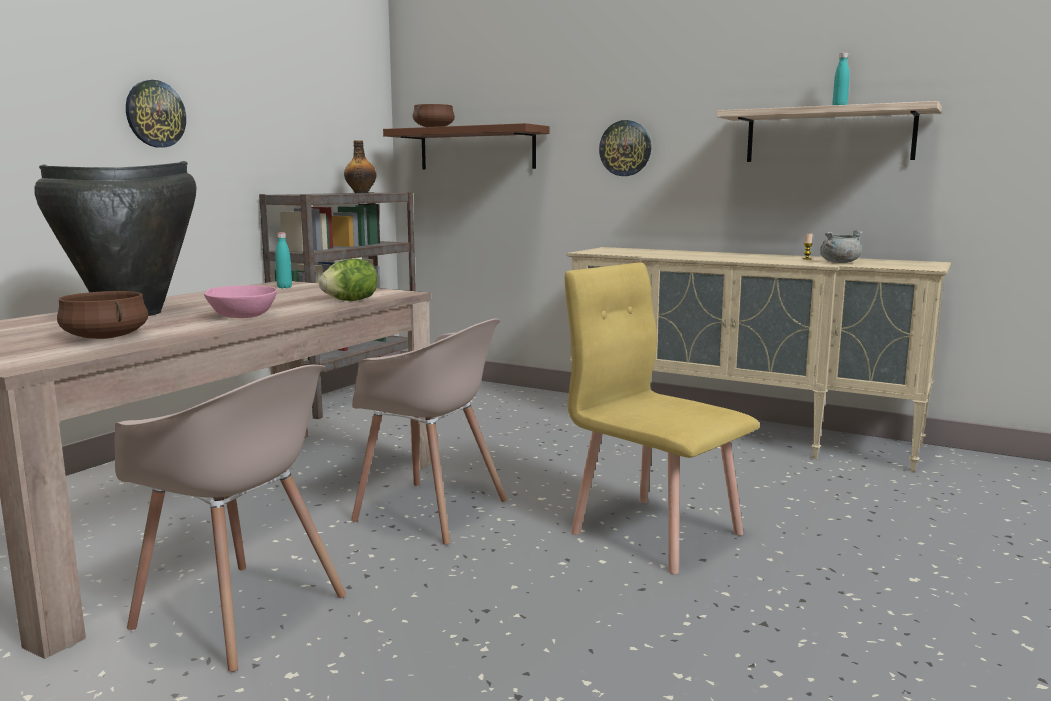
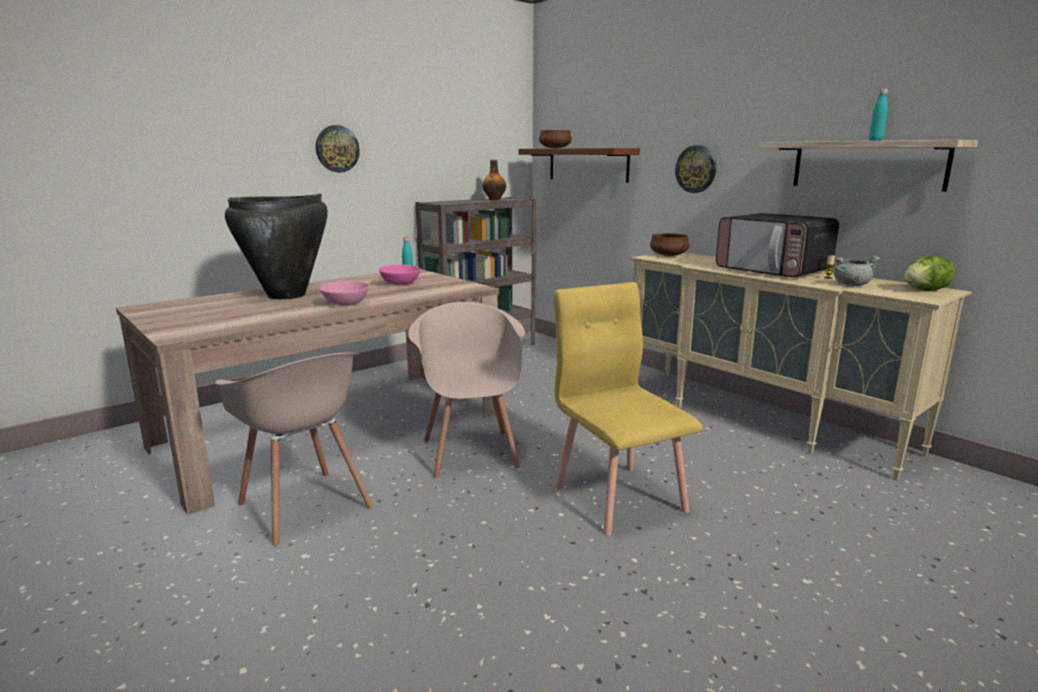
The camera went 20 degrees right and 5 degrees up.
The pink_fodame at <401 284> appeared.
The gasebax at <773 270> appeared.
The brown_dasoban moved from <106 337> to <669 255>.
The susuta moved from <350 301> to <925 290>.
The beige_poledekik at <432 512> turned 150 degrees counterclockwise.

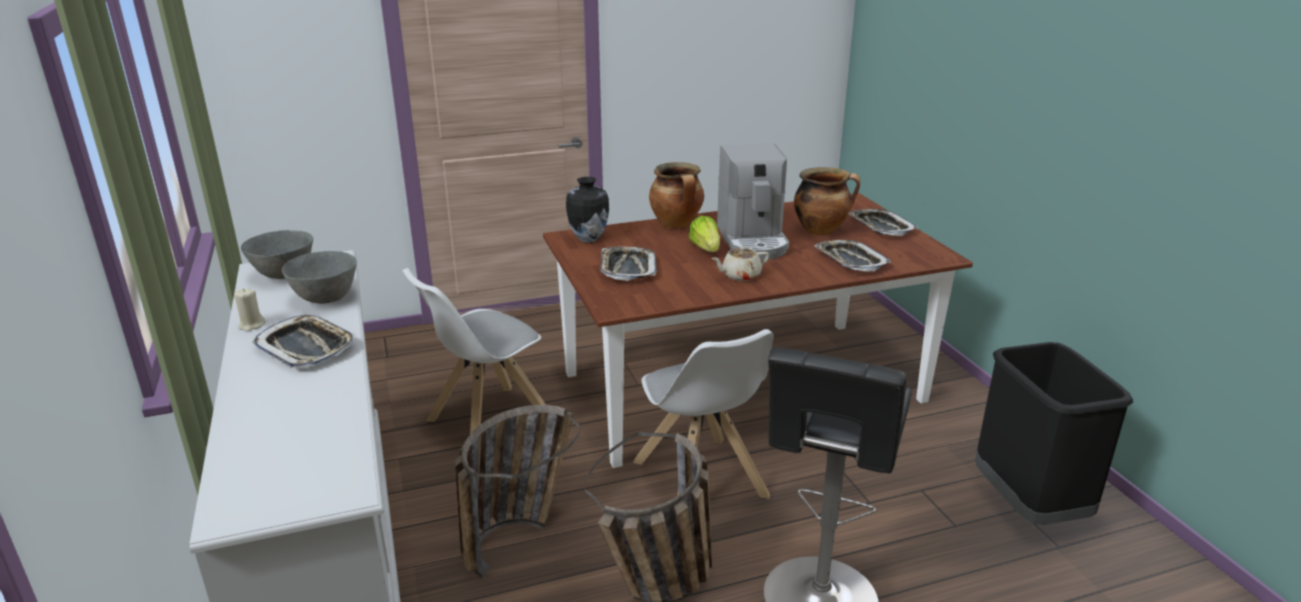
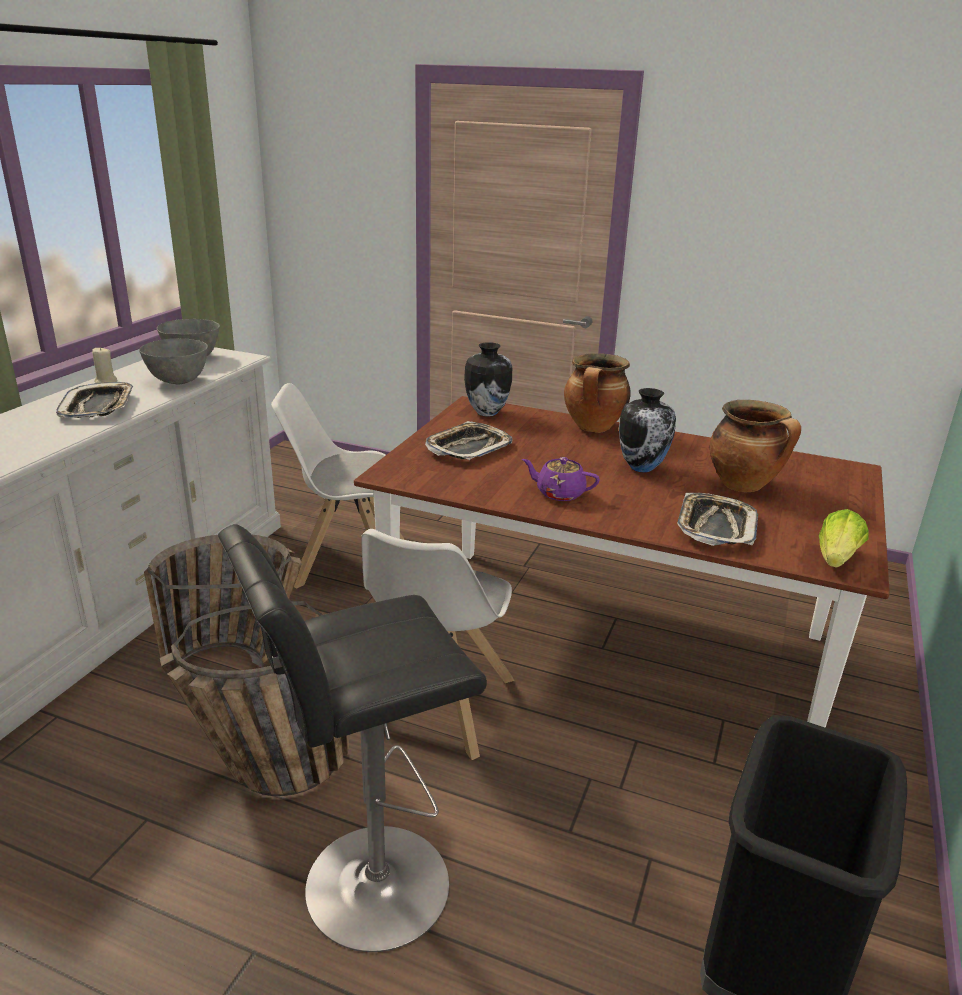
The camera went 40 degrees right and 0 degrees up.
The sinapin at <880 227> disappeared.
The susuta moved from <706 249> to <836 559>.
The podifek at <753 240> was replaced by the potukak at <642 467>.
The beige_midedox at <740 276> became the purple_midedox at <559 493>.

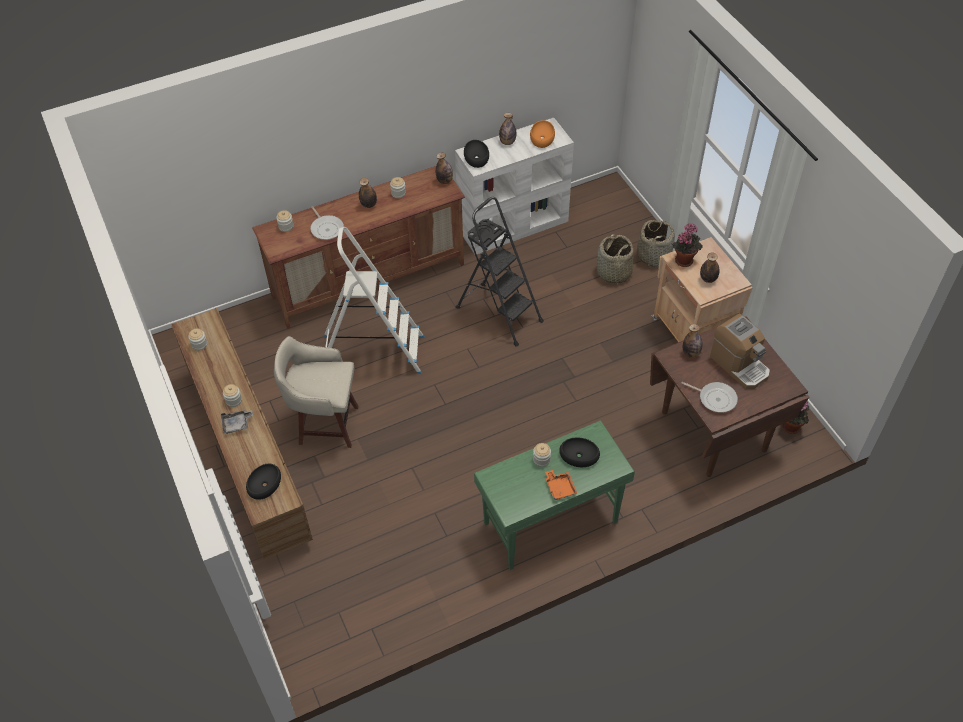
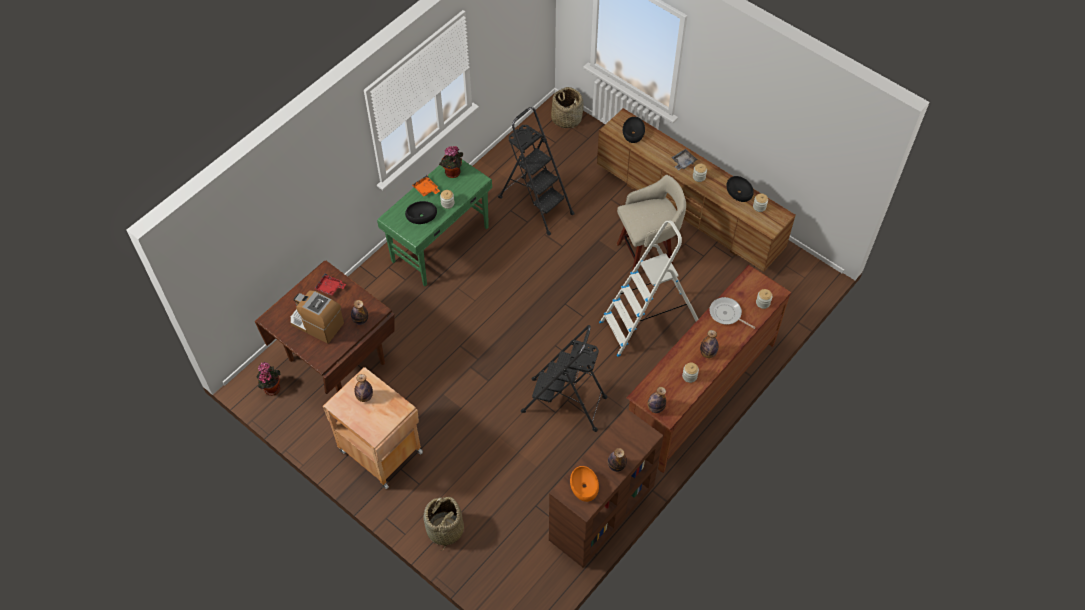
The camera went 155 degrees right and 5 degrees up.
The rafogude at <535 204> appeared.
The black_fodame moved from <477 157> to <738 192>.
The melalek moved from <613 272> to <566 118>.
The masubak moved from <684 259> to <452 173>.
The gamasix at <715 398> was replaced by the red_sinapin at <330 288>.
The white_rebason at <512 224> became the brown_rebason at <602 513>.

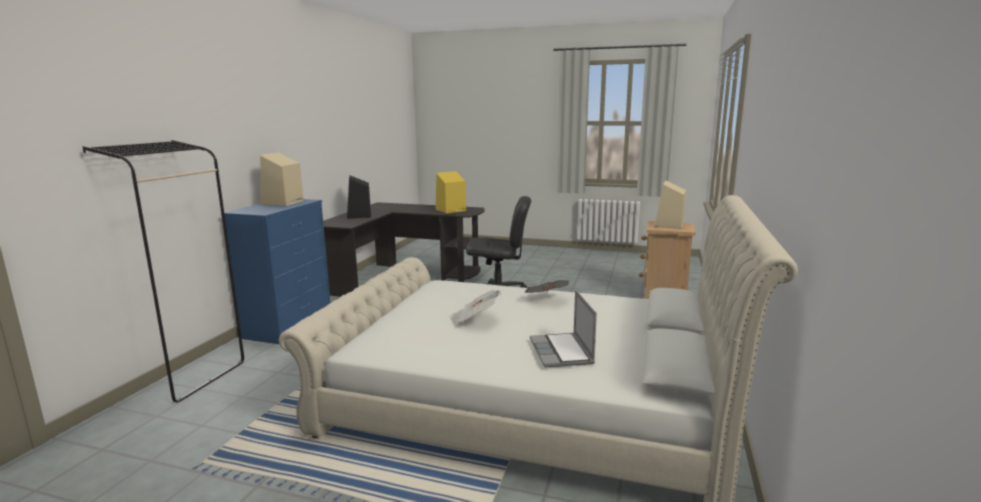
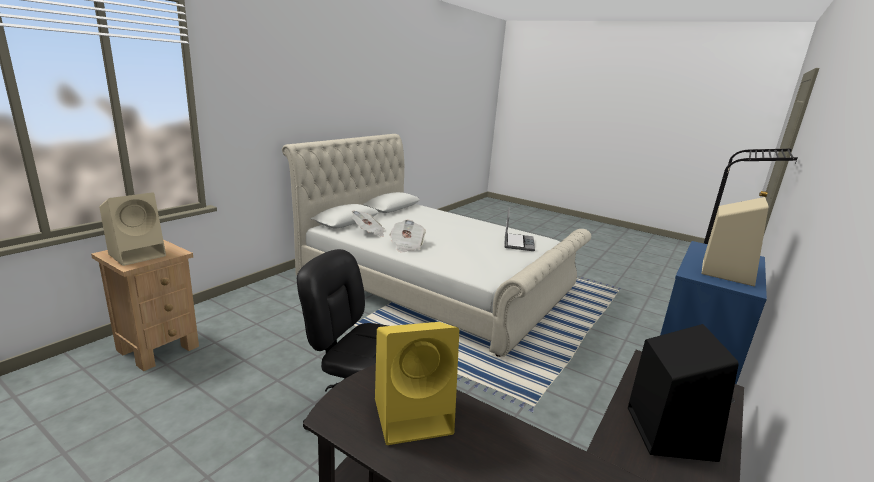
The camera went 165 degrees left and 5 degrees up.
The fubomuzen moved from <474 319> to <369 232>.
The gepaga moved from <562 352> to <518 243>.

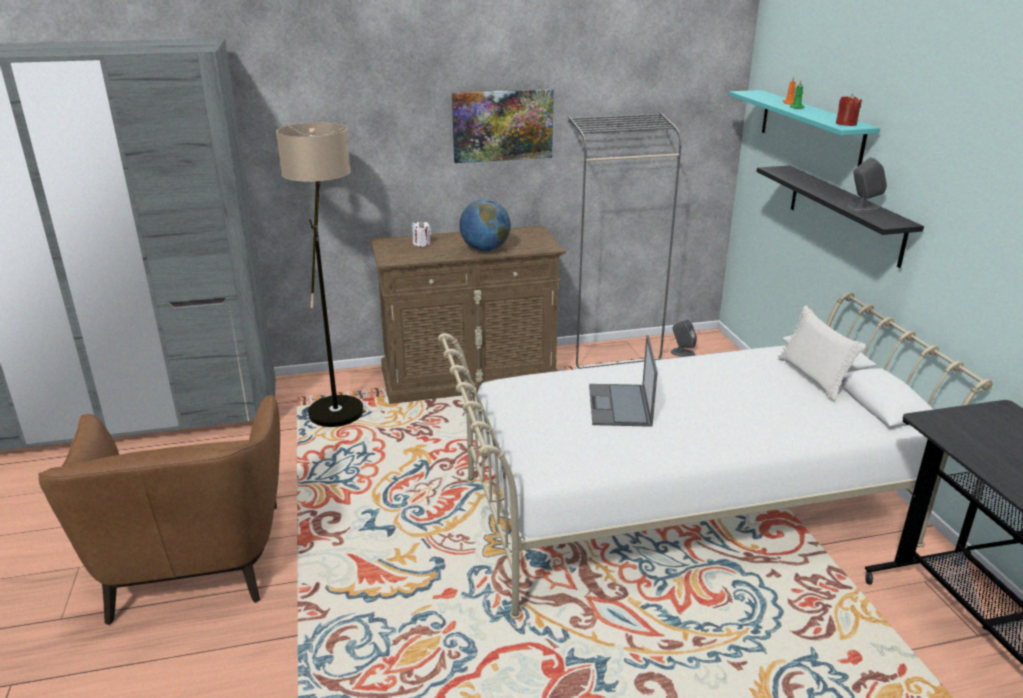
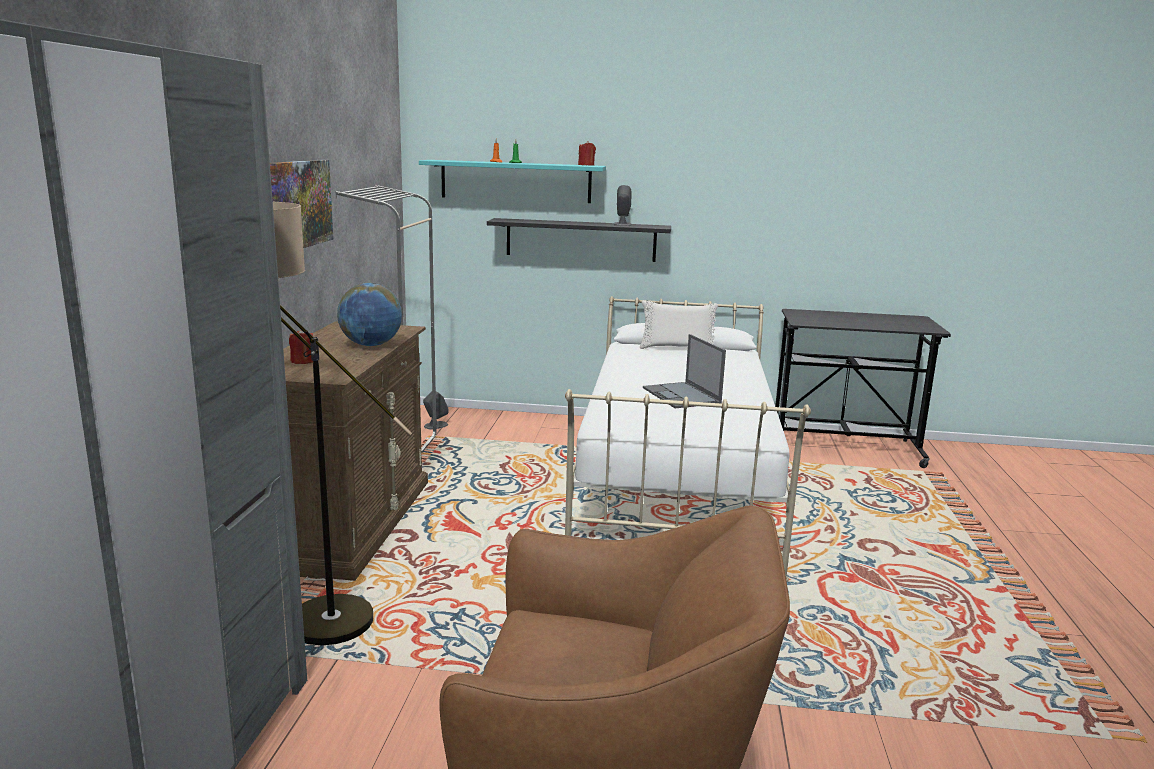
The camera went 70 degrees left and 10 degrees down.
The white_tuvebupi at <421 244> became the red_tuvebupi at <302 361>.
The gepaga at <620 406> turned 45 degrees clockwise.

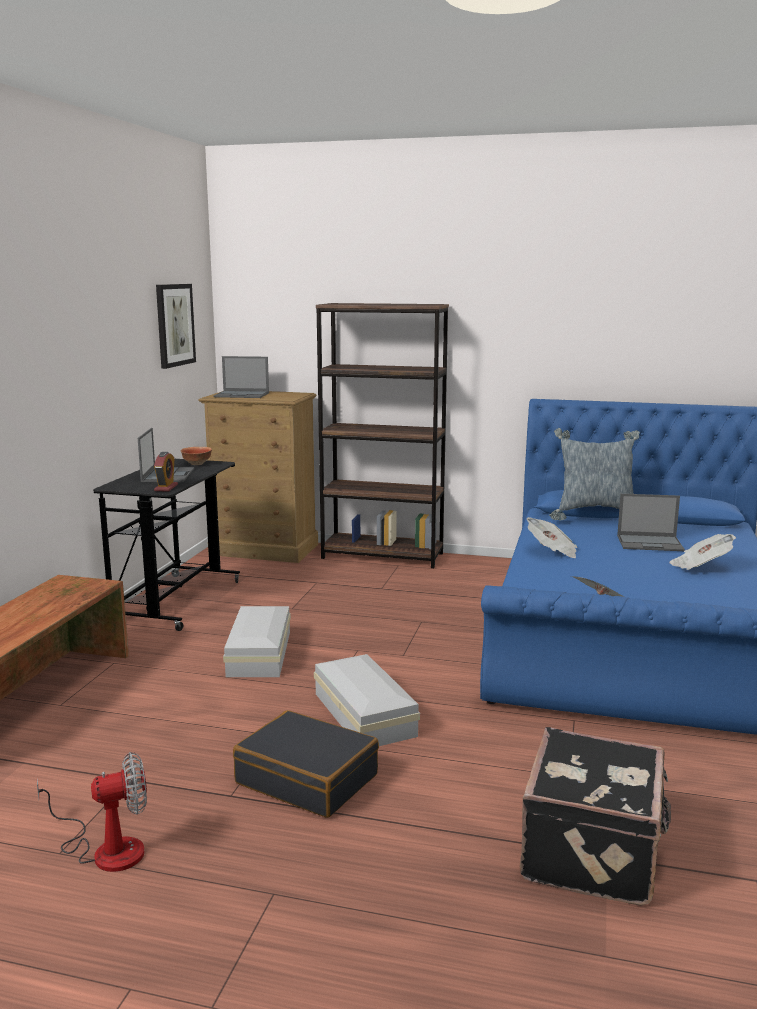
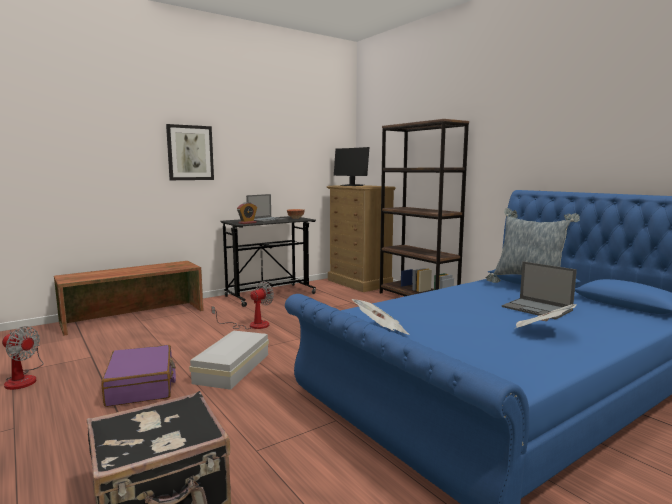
The camera went 40 degrees right and 5 degrees down.
The fubomuzen at <552 551> disappeared.
The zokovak moved from <174 325> to <190 153>.
The gepaga at <242 395> was replaced by the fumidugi at <352 185>.
The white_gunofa at <258 654> was replaced by the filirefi at <251 325>.
The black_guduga at <307 779> became the purple_guduga at <141 386>.

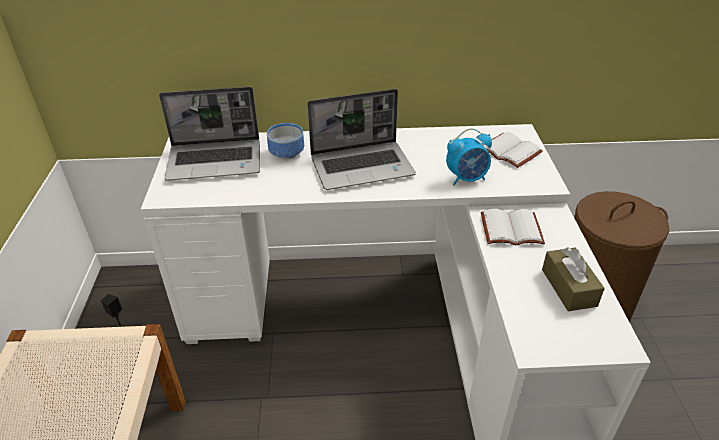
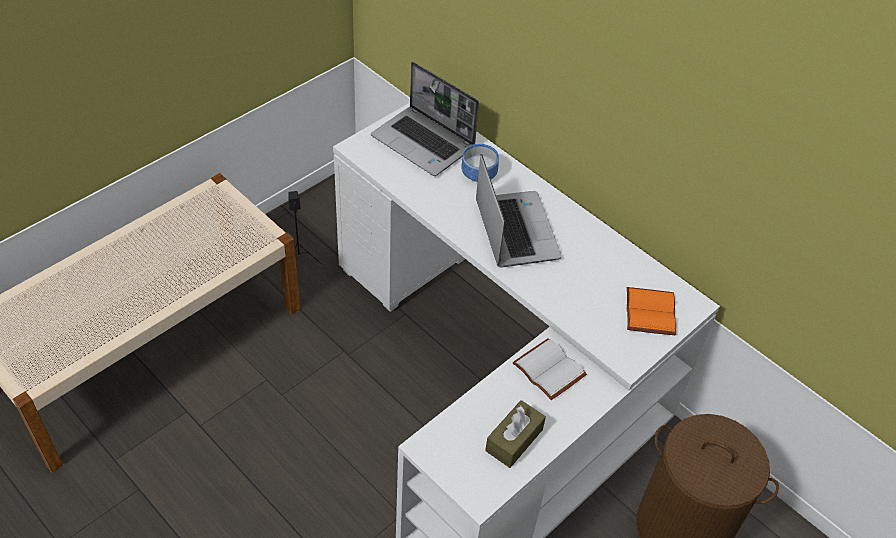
The camera went 45 degrees right and 10 degrees up.
The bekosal at <467 179> disappeared.
The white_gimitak at <508 151> became the orange_gimitak at <648 311>.
The gepaga at <363 166> turned 135 degrees counterclockwise.

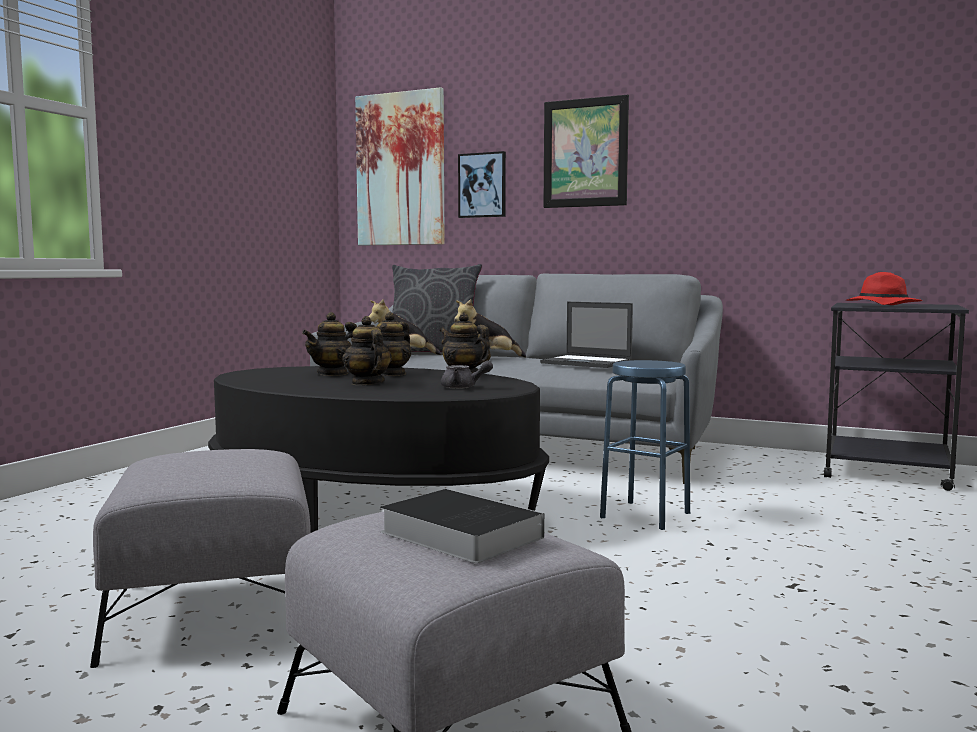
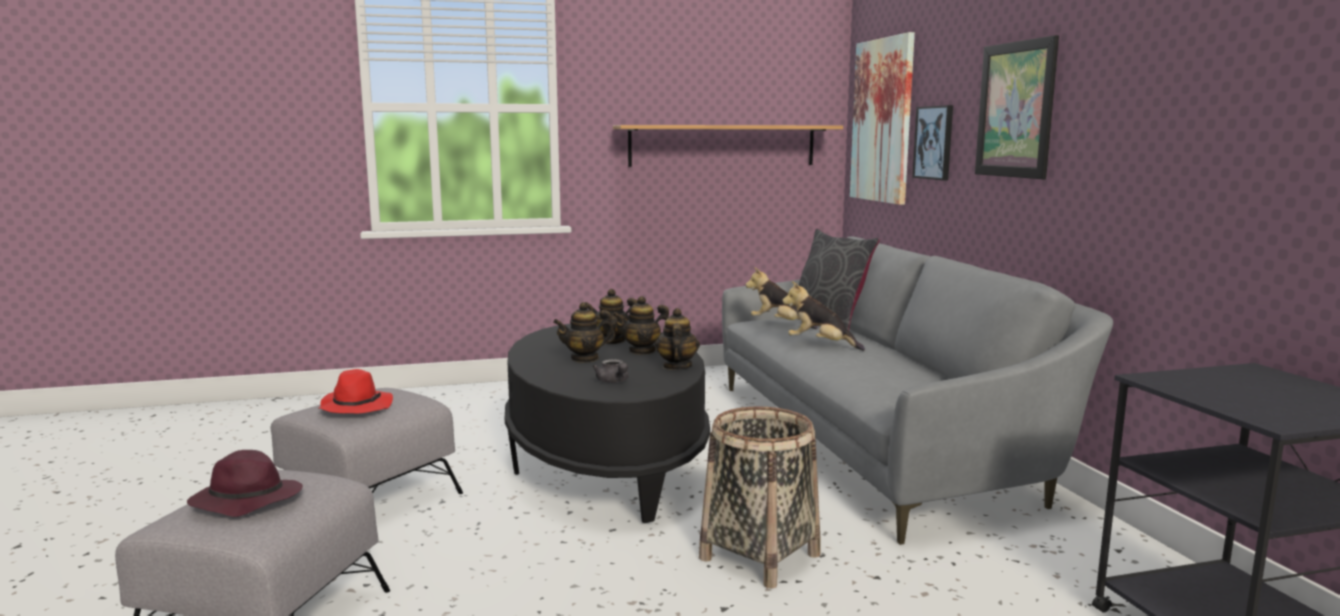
The camera went 50 degrees right and 5 degrees up.
The gepaga at <587 362> disappeared.
The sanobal at <722 145> appeared.
The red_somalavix moved from <881 306> to <355 407>.
The gimitak at <456 534> was replaced by the purple_somalavix at <245 501>.
The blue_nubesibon at <645 515> was replaced by the melalek at <759 556>.
The midedox at <367 383> turned 135 degrees counterclockwise.

